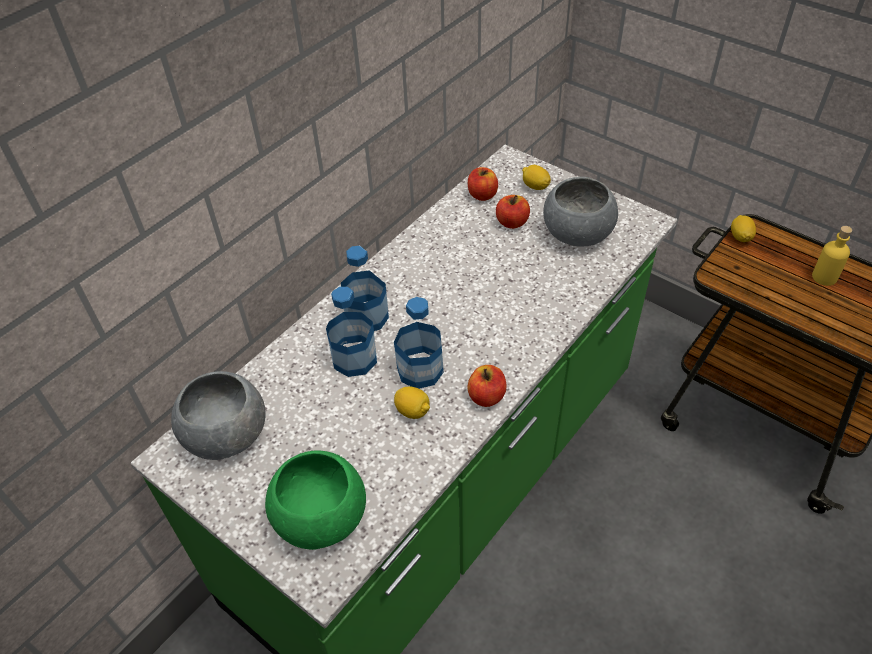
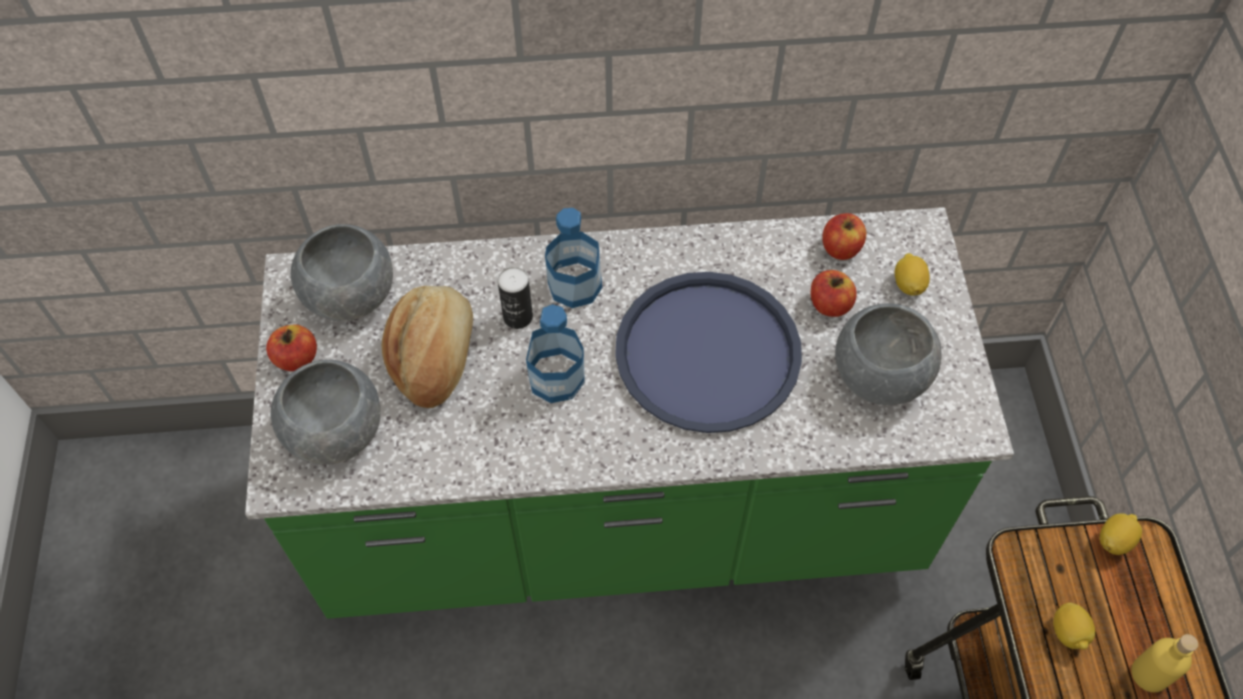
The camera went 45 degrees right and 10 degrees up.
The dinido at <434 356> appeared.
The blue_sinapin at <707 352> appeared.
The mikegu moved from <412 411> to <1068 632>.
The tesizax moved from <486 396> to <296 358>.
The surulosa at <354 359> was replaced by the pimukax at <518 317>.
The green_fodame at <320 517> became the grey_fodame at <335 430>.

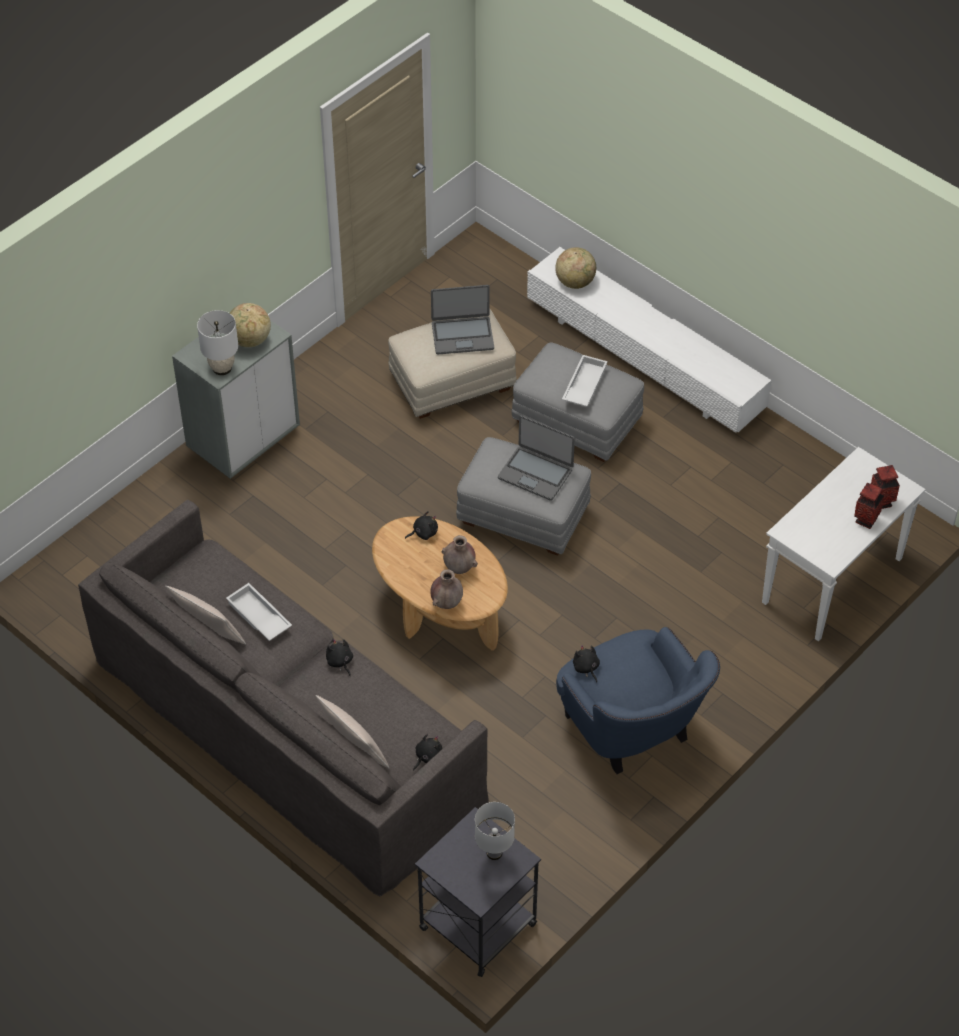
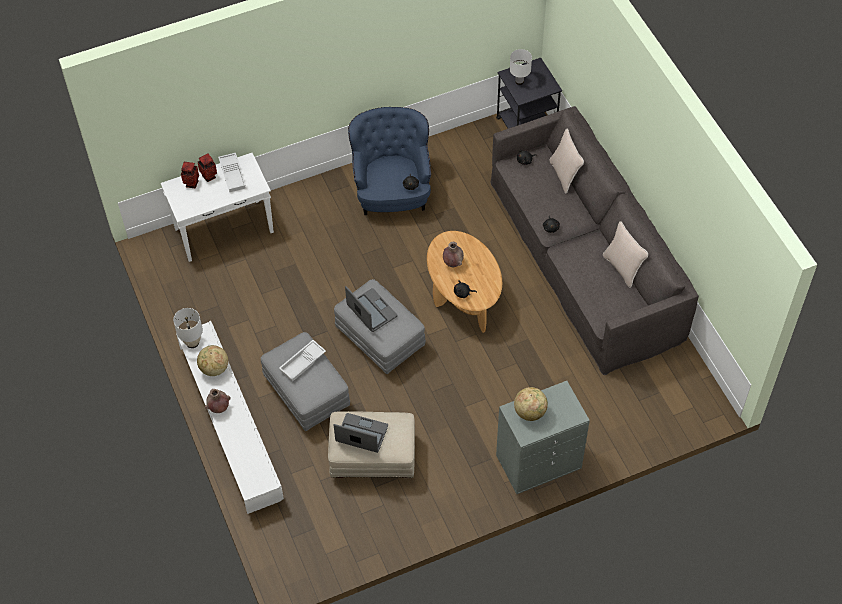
The camera went 155 degrees left and 5 degrees up.
The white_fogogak moved from <222 368> to <192 342>.
The white_sinapin moved from <258 617> to <233 174>.
The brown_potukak moved from <446 603> to <219 408>.
The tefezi moved from <575 282> to <214 368>.

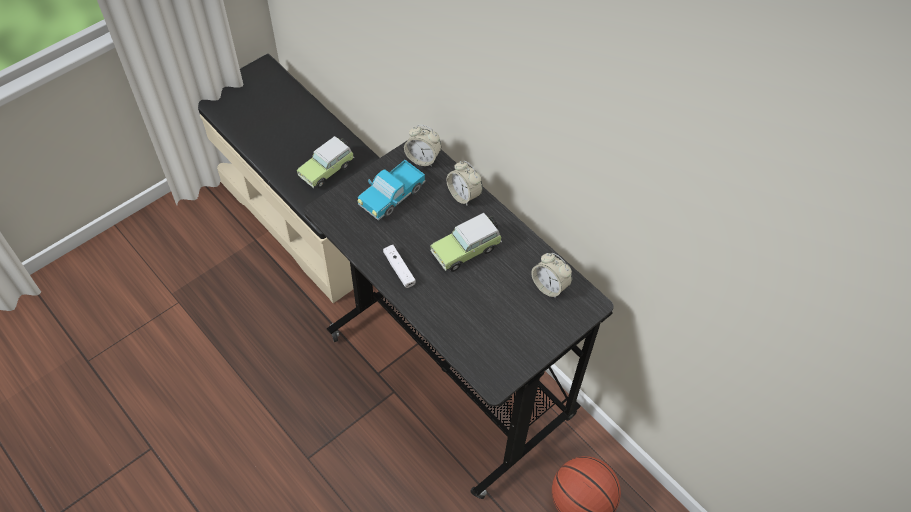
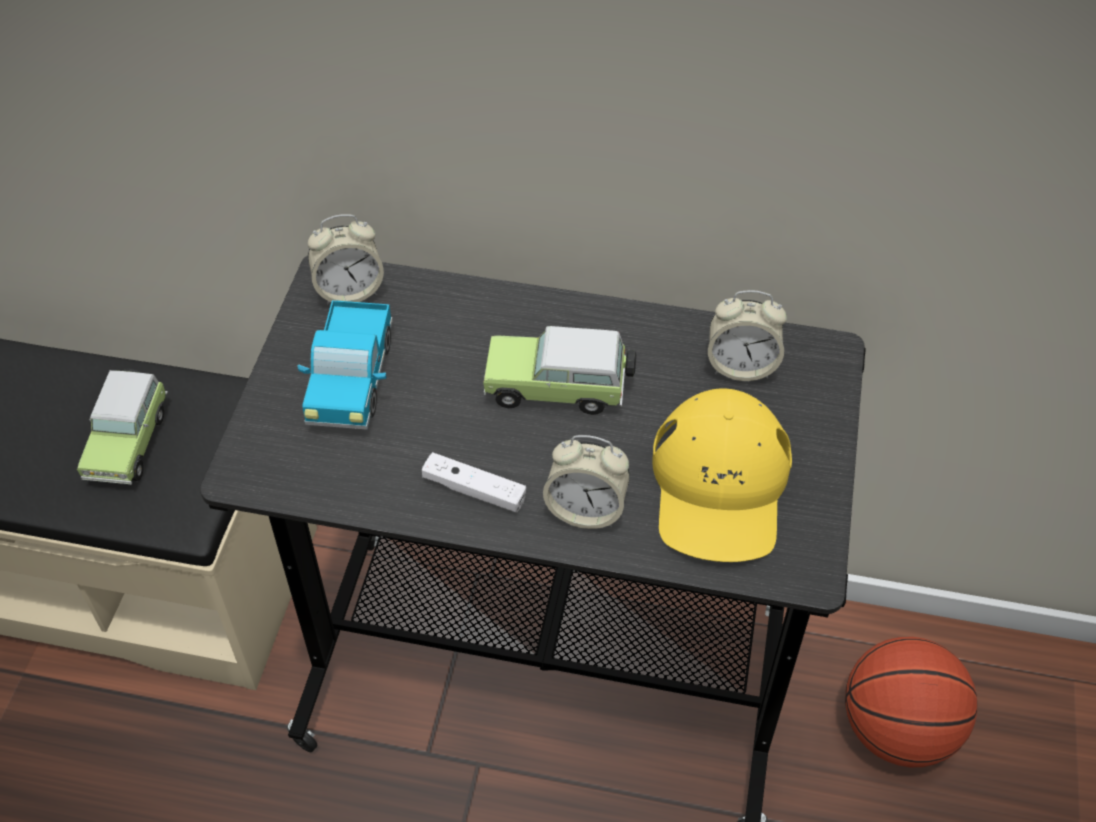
The camera went 35 degrees left and 5 degrees down.
The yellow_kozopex at <719 486> appeared.
The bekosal moved from <464 195> to <586 509>.
The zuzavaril at <467 250> turned 75 degrees clockwise.

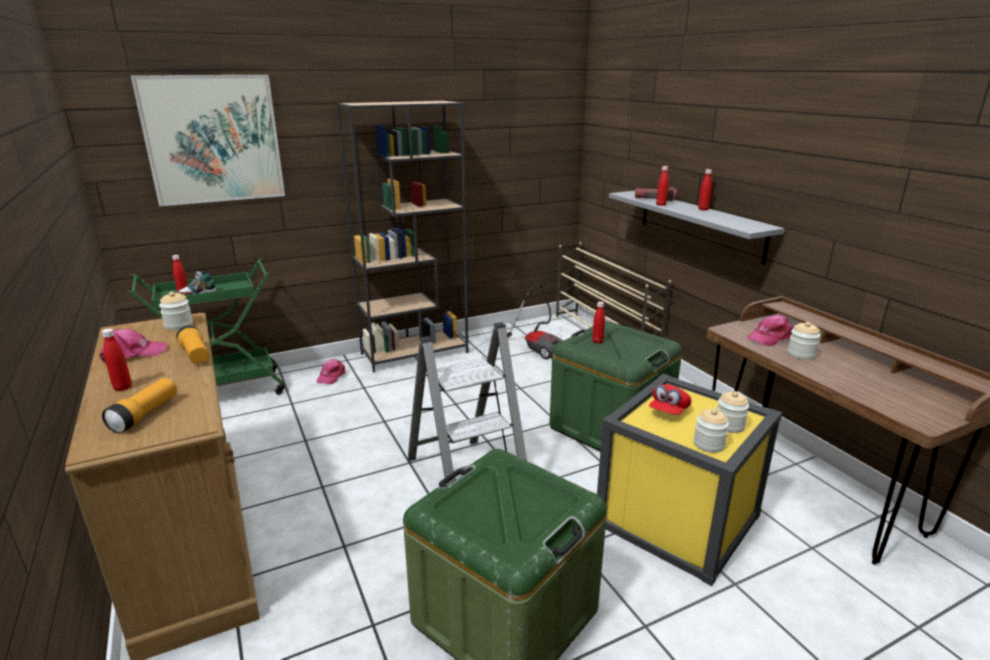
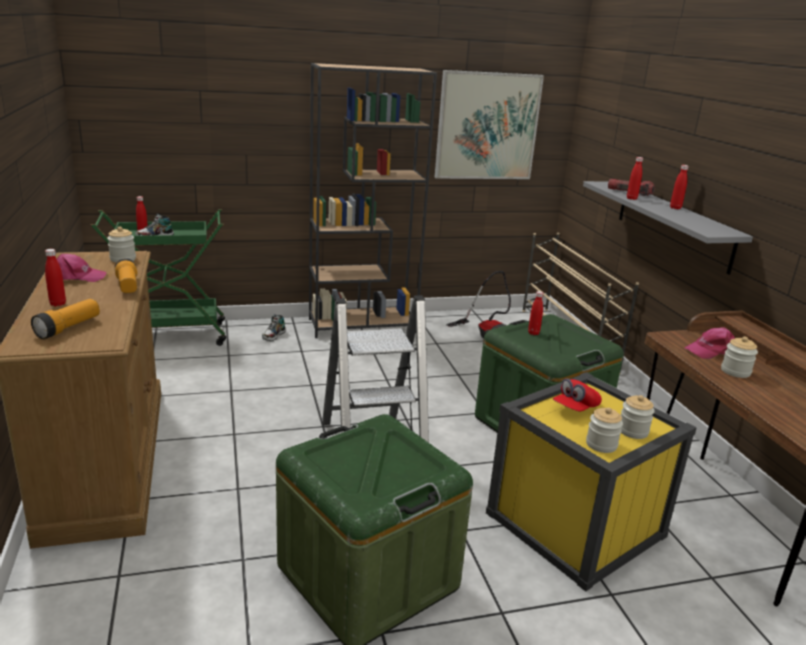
The camera went 10 degrees right and 0 degrees up.
The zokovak moved from <213 139> to <487 126>.
The pink_kozopex at <331 376> was replaced by the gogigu at <273 336>.

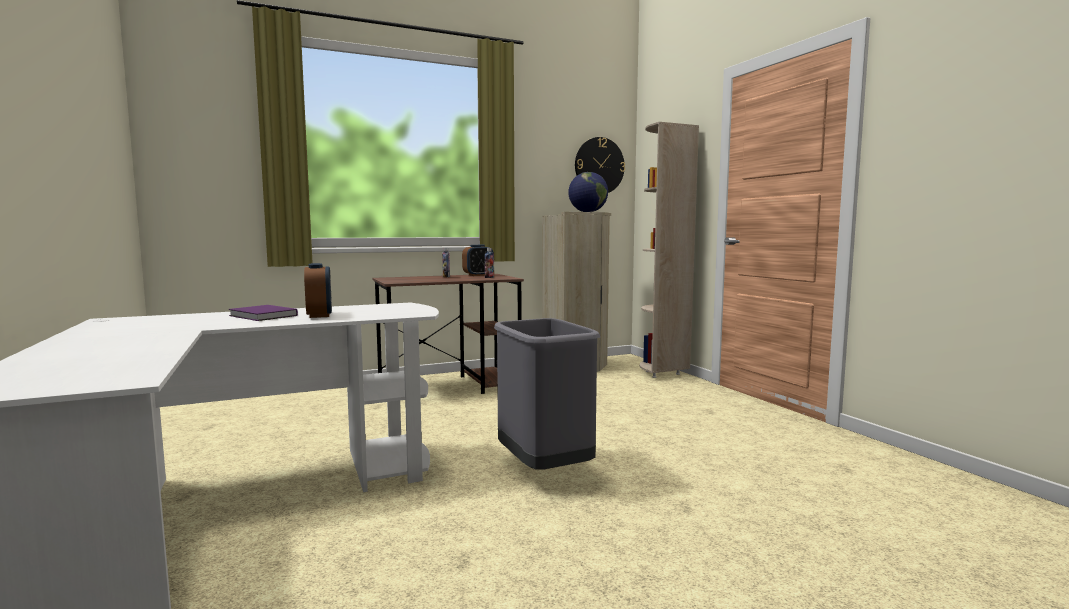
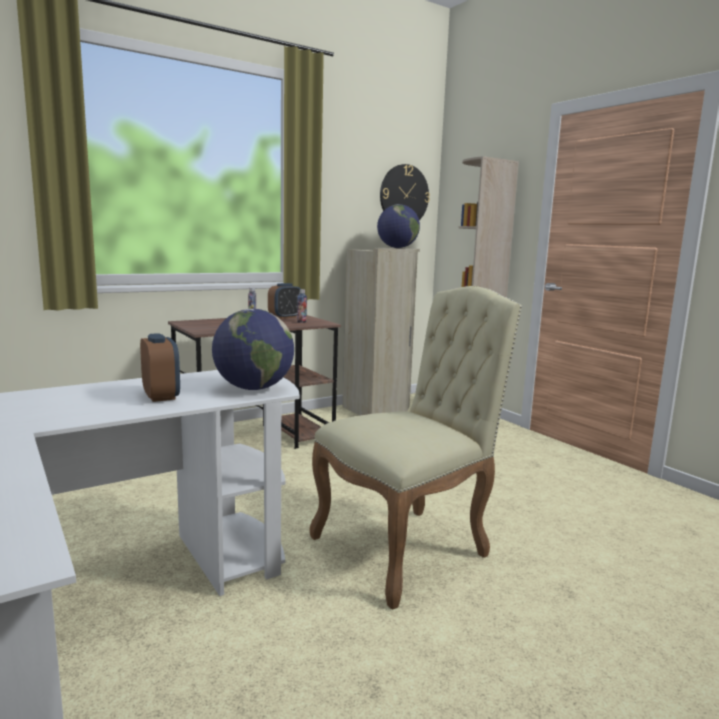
The camera went 10 degrees left and 5 degrees up.
The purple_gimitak at <263 316> disappeared.
The tefezi at <253 388> appeared.
The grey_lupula at <545 468> was replaced by the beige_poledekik at <406 548>.

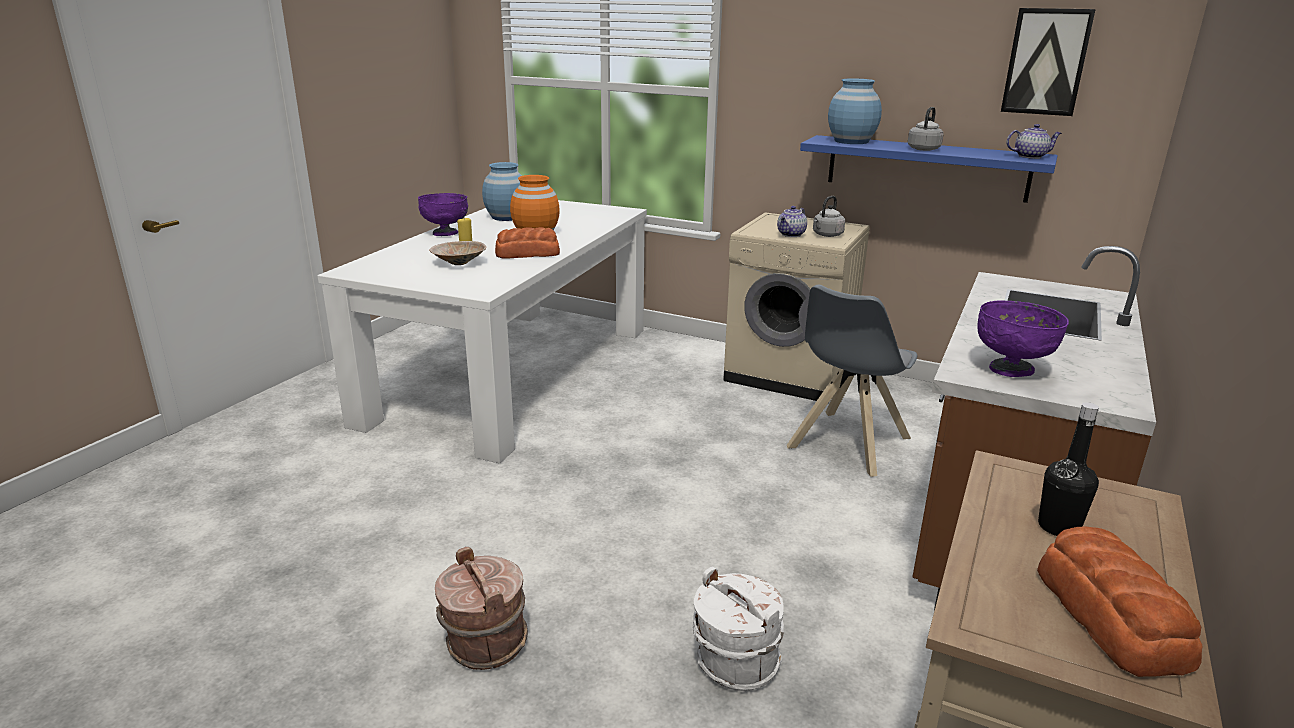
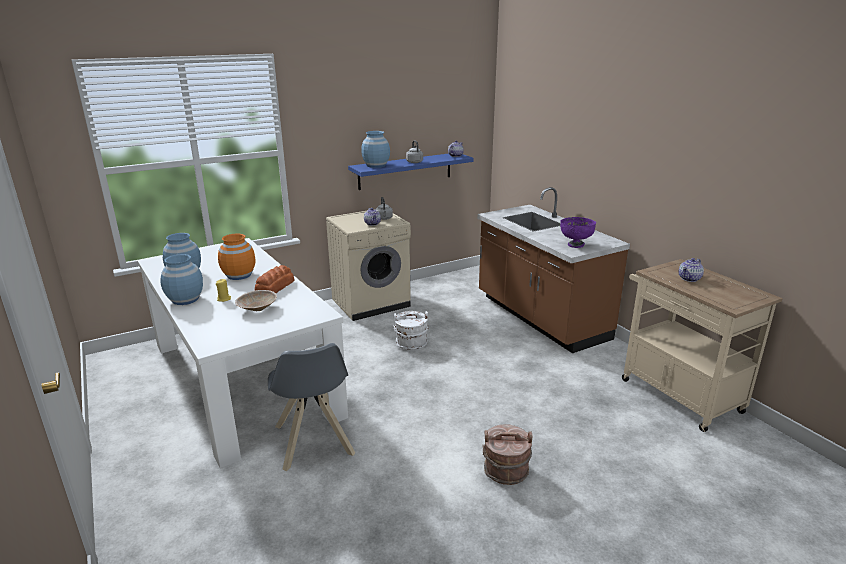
The camera went 55 degrees left and 0 degrees up.
The zokovak at <1046 62> disappeared.
The dinido at <1110 615> disappeared.
The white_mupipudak moved from <735 663> to <411 344>.
The grey_poledekik moved from <847 444> to <314 442>.
The purple_fodame at <446 234> was replaced by the blue_potukak at <185 299>.
The black_surulosa at <1058 527> was replaced by the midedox at <689 278>.

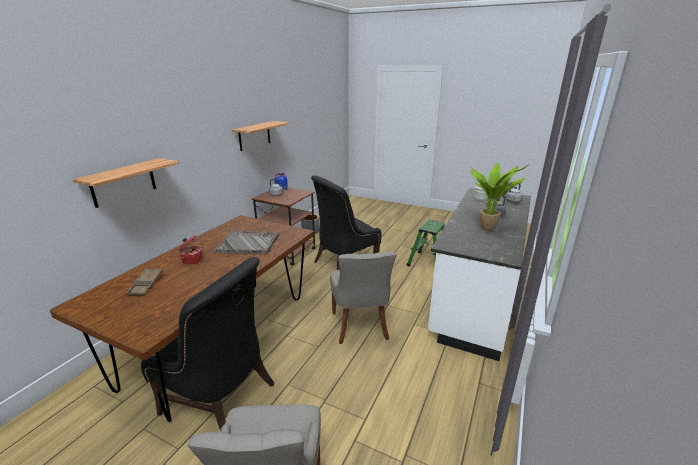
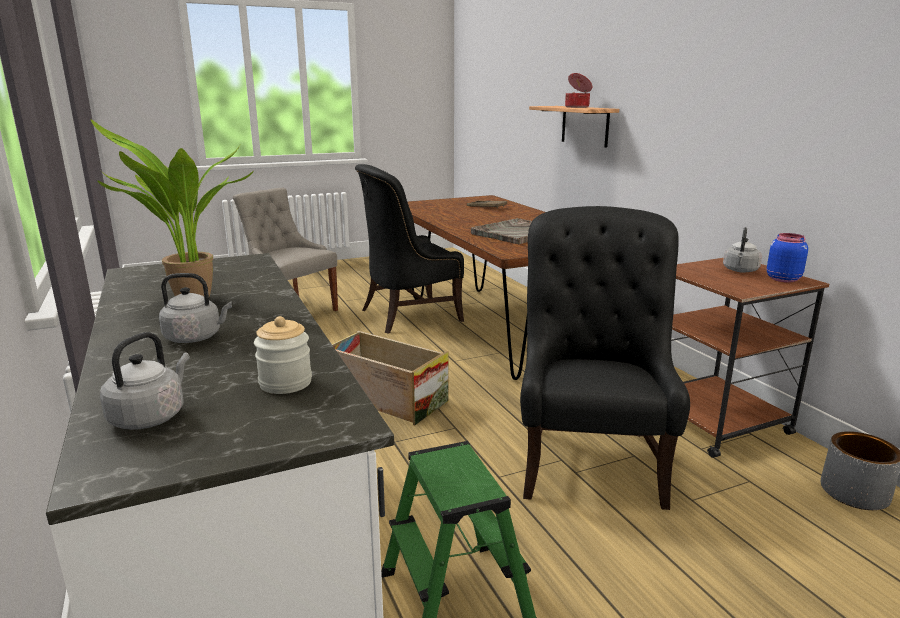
The camera went 130 degrees right and 5 degrees down.
The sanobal at <254 136> disappeared.
The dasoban moved from <192 260> to <577 107>.
The grey_poledekik at <360 326> was replaced by the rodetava at <385 397>.

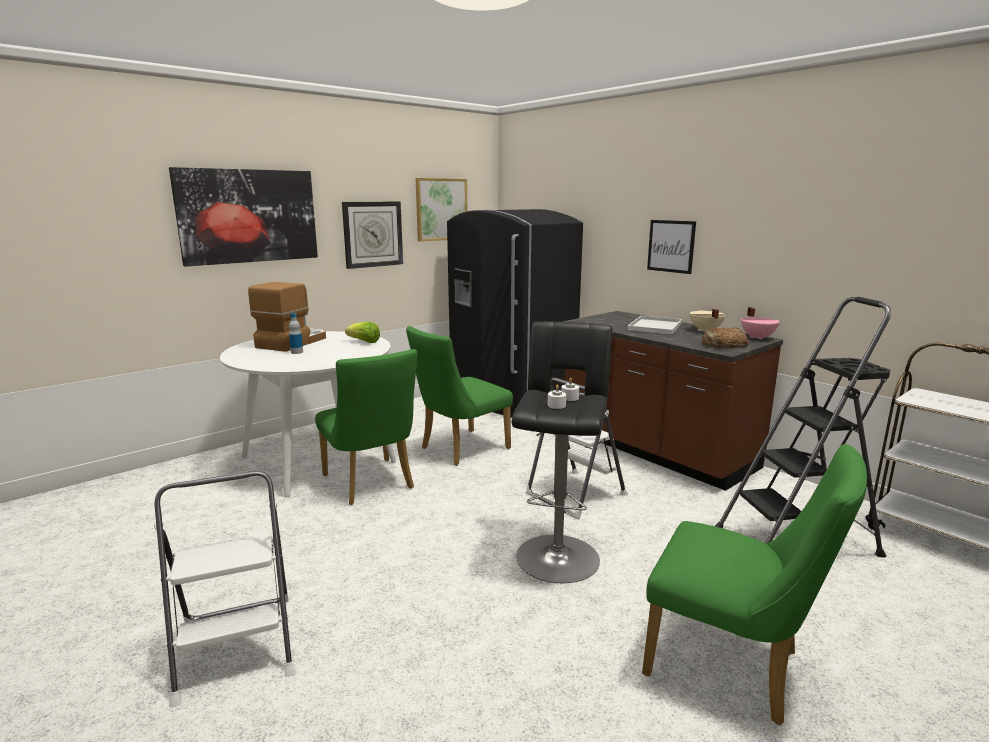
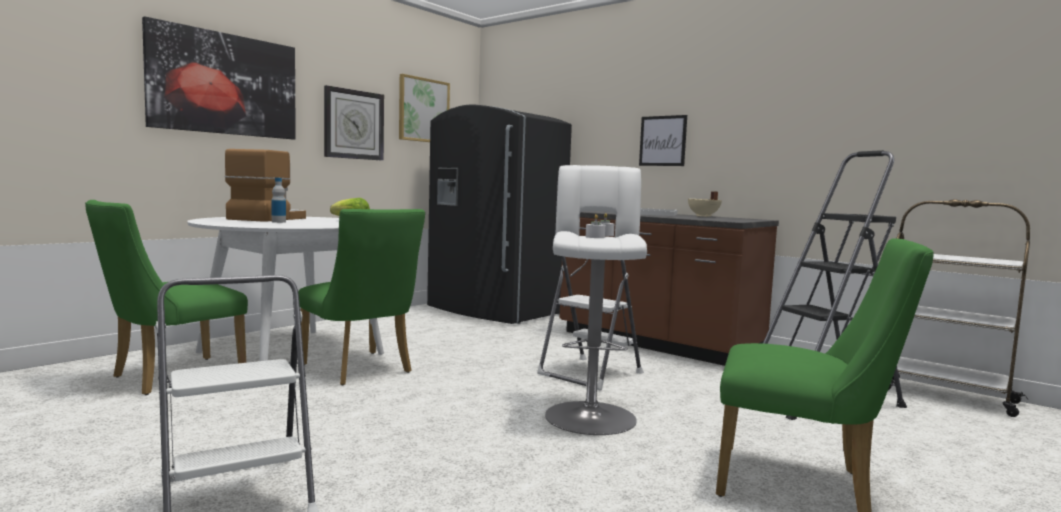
The camera went 10 degrees left and 10 degrees down.
The dinido at <723 344> disappeared.
The pink_dasoban at <758 337> disappeared.
The green_poledekik moved from <459 449> to <169 377>.
The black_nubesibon at <558 554> became the white_nubesibon at <590 414>.

